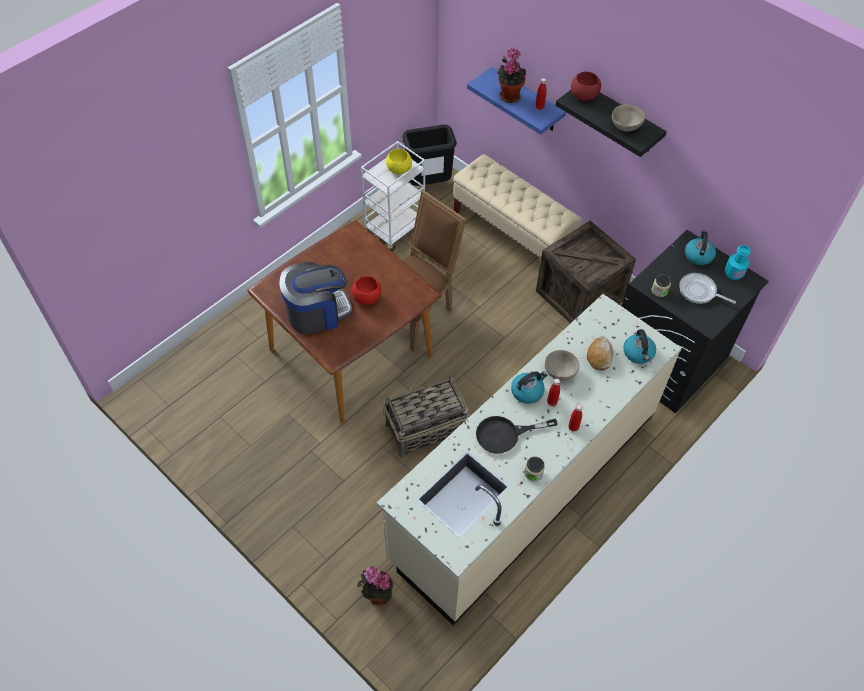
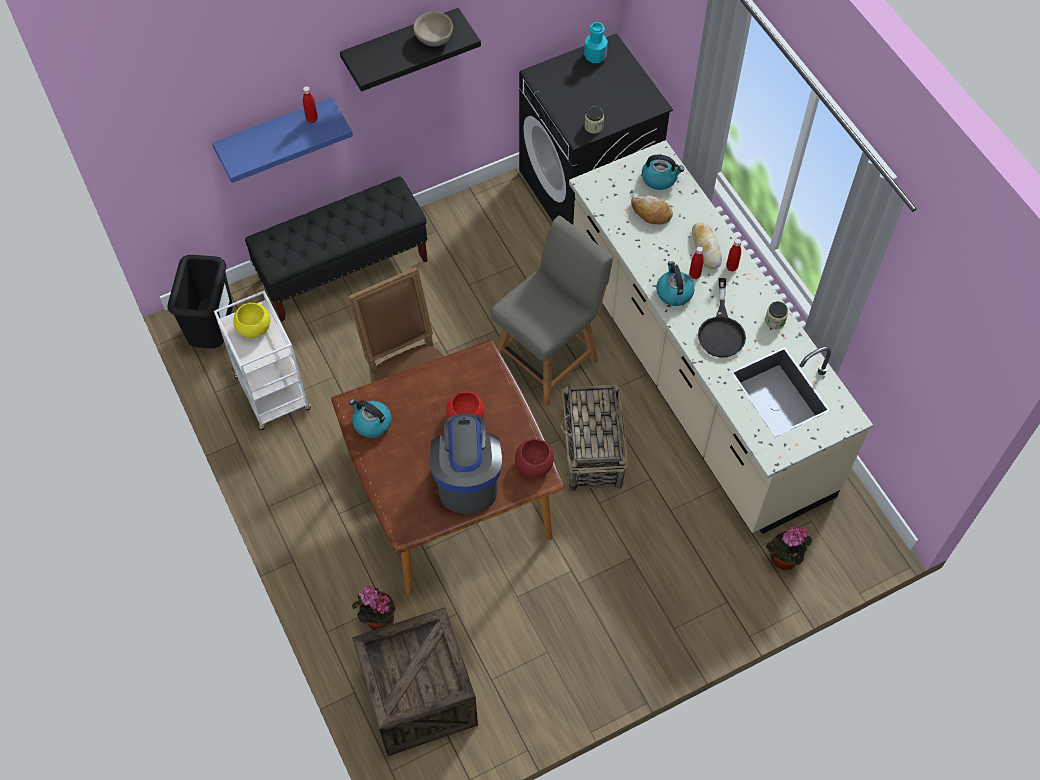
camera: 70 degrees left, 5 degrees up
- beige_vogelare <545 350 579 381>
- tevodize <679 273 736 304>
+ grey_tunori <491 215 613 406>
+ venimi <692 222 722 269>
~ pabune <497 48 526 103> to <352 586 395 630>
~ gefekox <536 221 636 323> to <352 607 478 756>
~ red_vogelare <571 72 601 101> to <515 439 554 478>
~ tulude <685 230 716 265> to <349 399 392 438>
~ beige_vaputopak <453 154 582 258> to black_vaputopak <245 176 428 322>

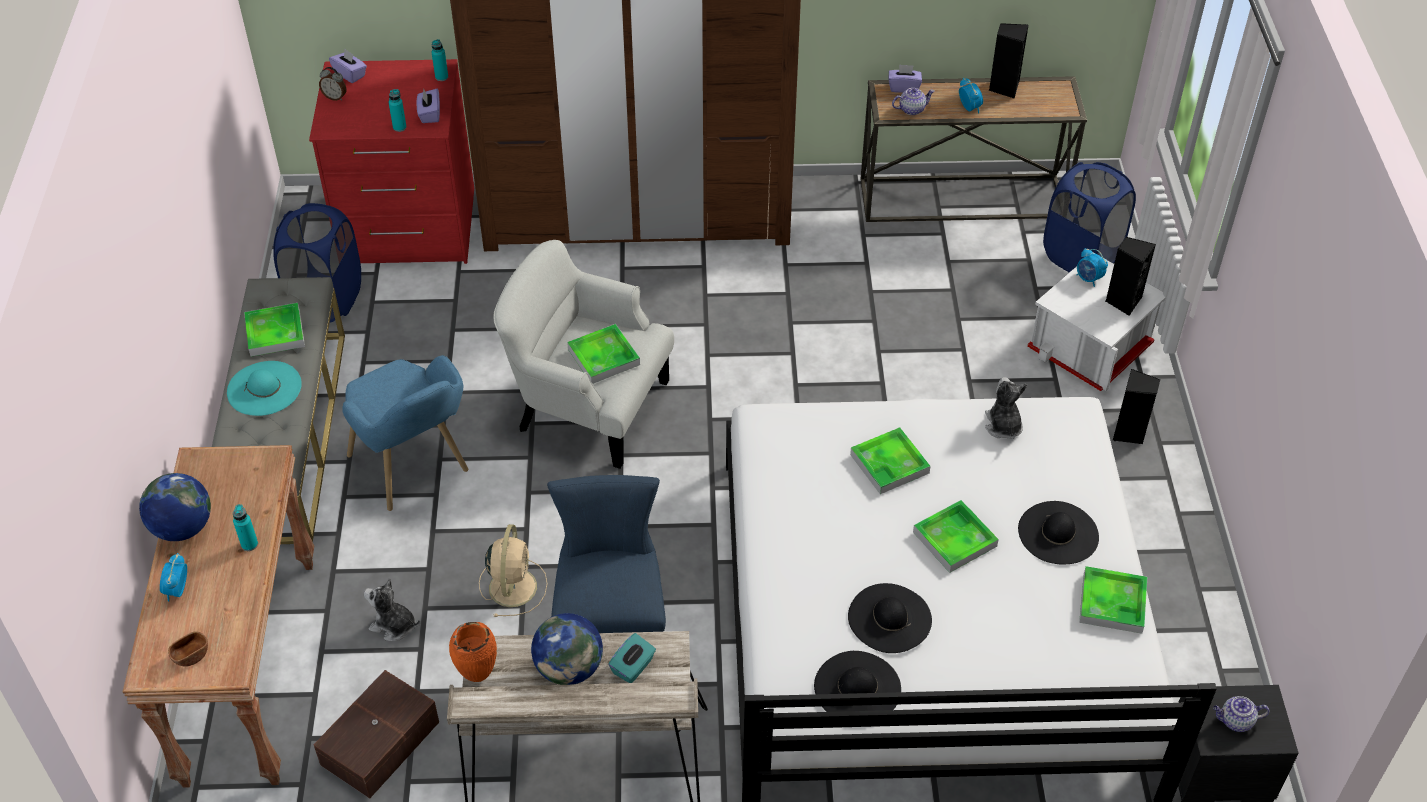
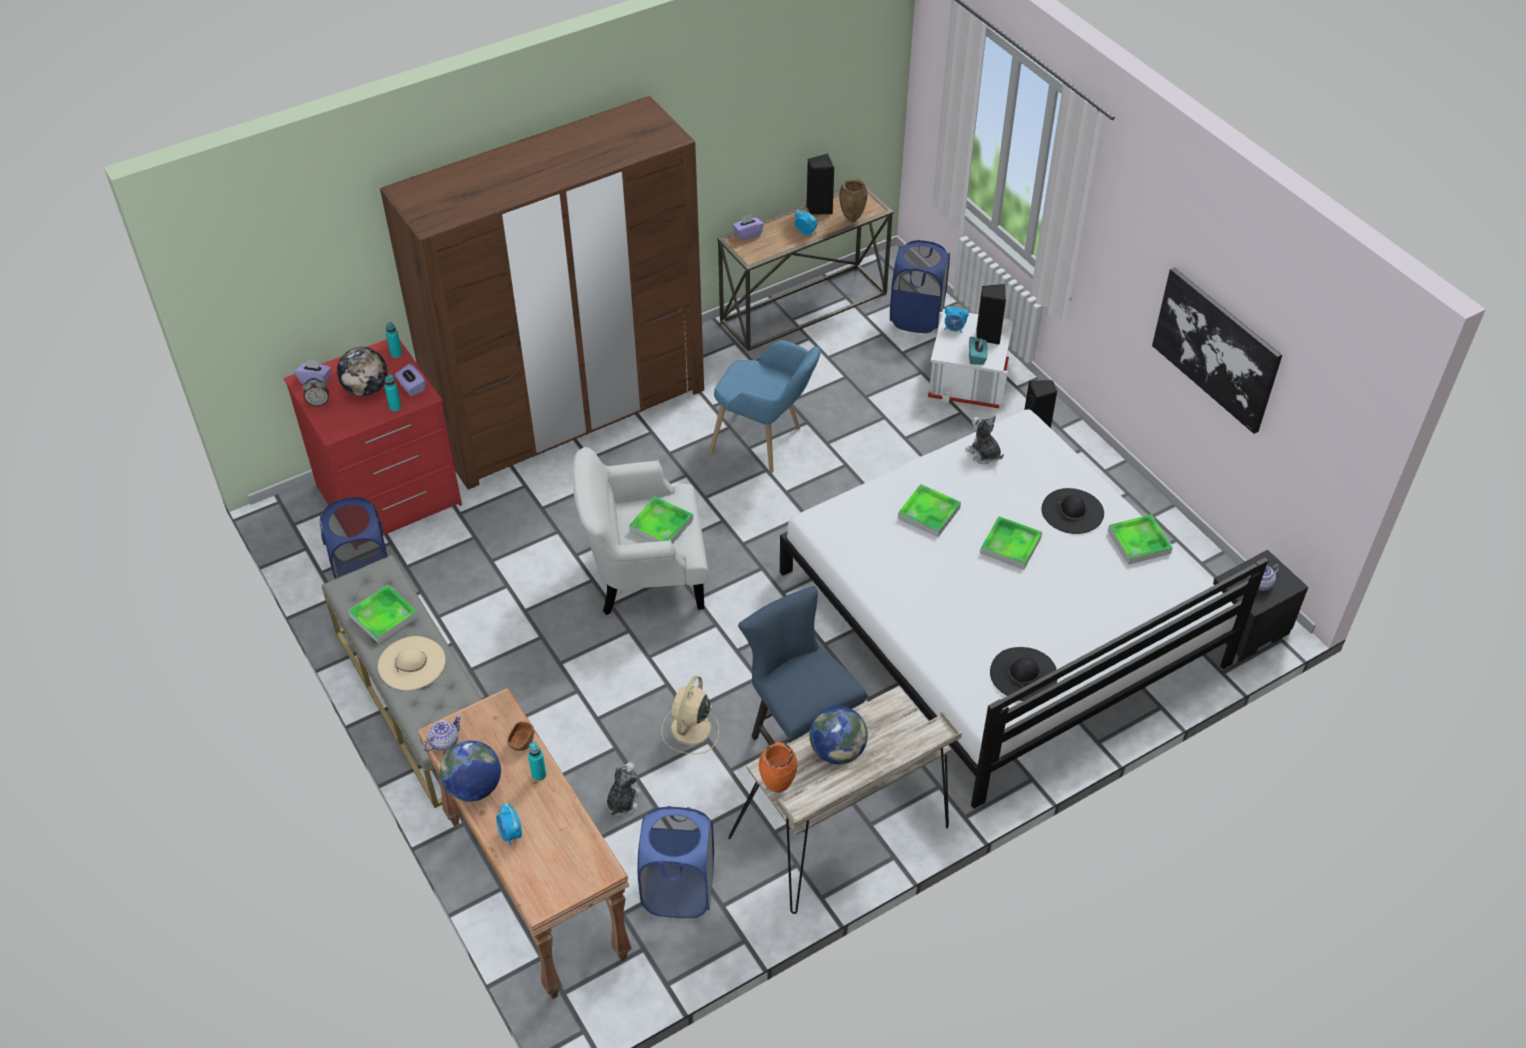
camera: 30 degrees left, 0 degrees up
- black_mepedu <848 583 932 653>
+ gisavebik <337 347 387 396>
+ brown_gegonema <839 179 867 222>
+ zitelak <1152 267 1282 434>
~ brown_vogelare <168 631 208 667> to <507 721 534 751>
~ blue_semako <342 355 468 511> to <709 340 821 473>
~ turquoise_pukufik <608 633 656 683> to <969 337 988 365>
~ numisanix <892 88 935 115> to <423 715 462 751>
~ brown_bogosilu <314 670 439 799> to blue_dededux <637 806 714 918>
~ turquoise_mepedu <227 361 302 416> to beige_mepedu <378 636 445 690>
~ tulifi <364 578 420 641> = <606 762 641 816> 120 degrees clockwise
~ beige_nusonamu <479 524 547 617> = <661 676 719 754> 135 degrees counterclockwise

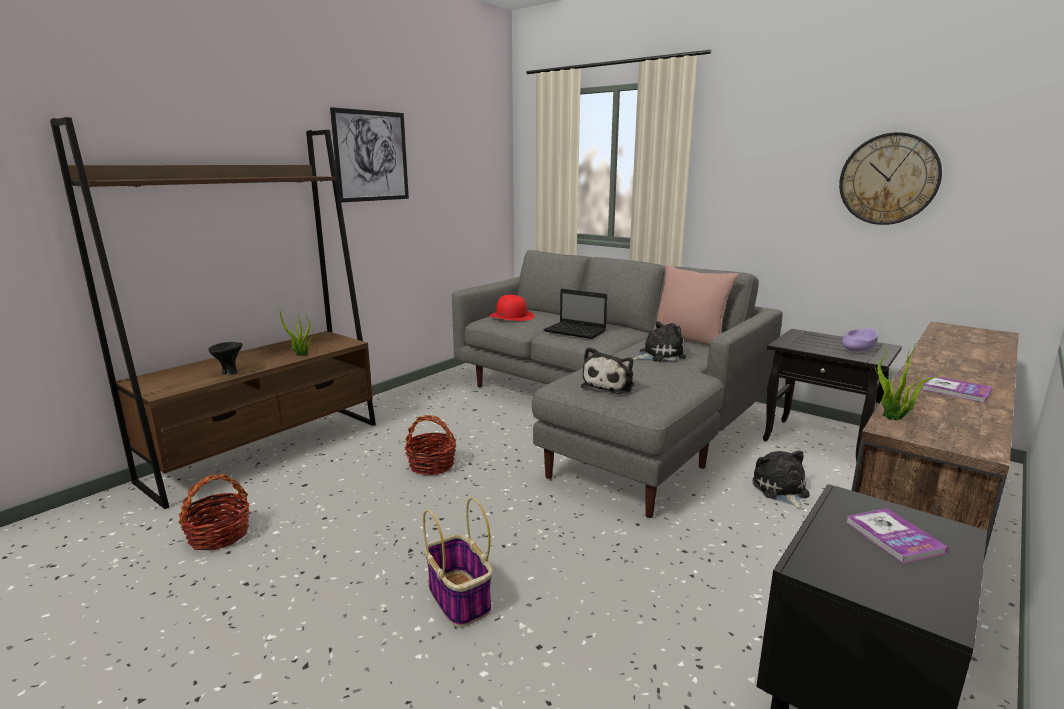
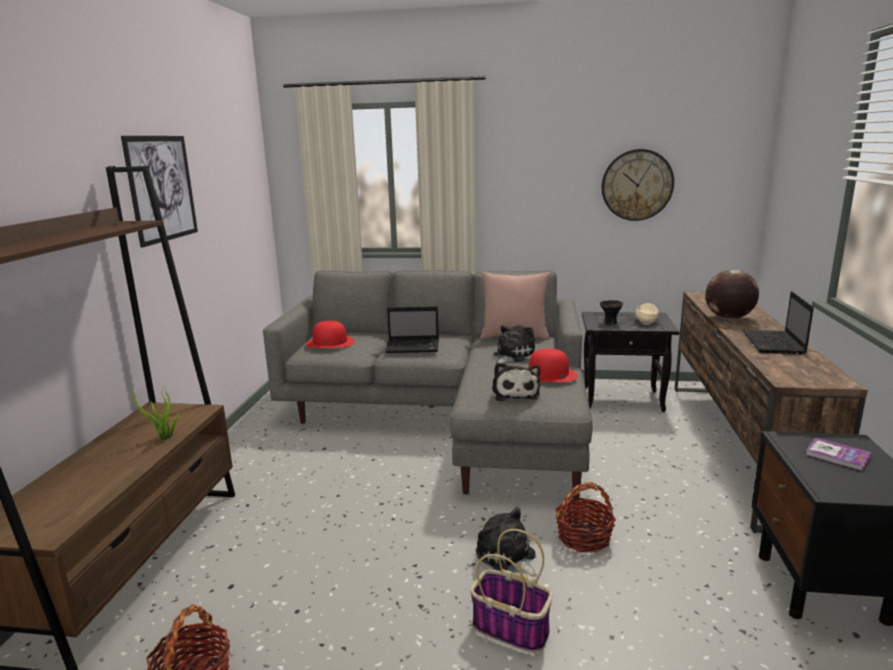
camera: 30 degrees left, 0 degrees up
- pabune <874 341 945 420>
+ red_mepedu <527 348 578 382>
+ gisavebik <705 270 759 319>
~ black_vogelare <208 342 242 375> to <600 300 623 325>
~ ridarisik <404 415 457 475> to <555 482 616 553>
~ tulifi <752 451 809 510> to <476 507 538 577>
~ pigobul <921 375 992 403> to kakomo <742 291 814 354>
~ purple_vogelare <842 328 878 353> to beige_vogelare <635 303 659 325>

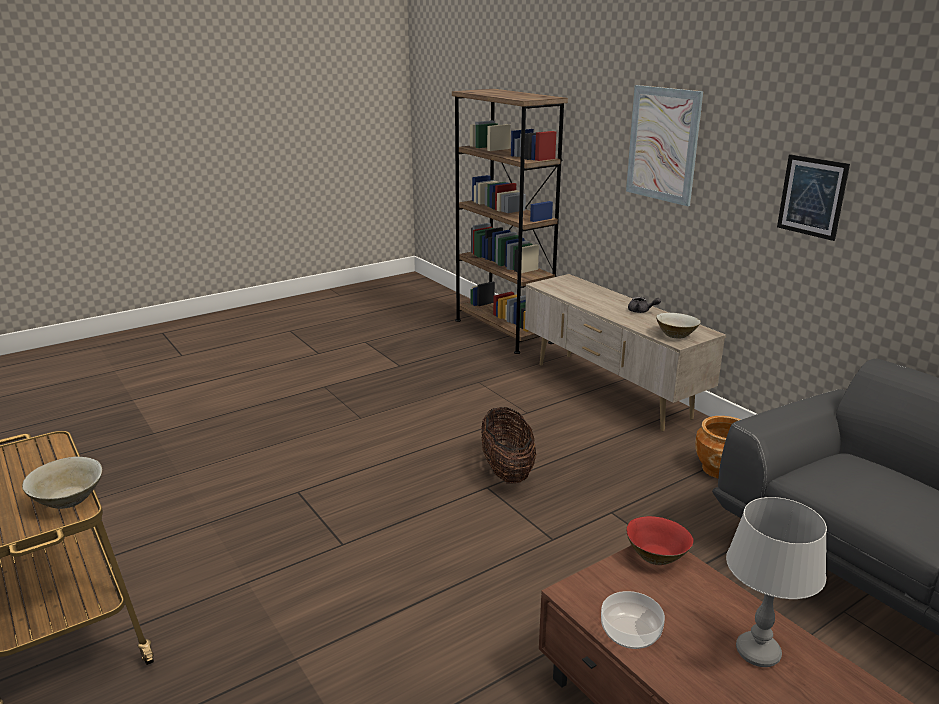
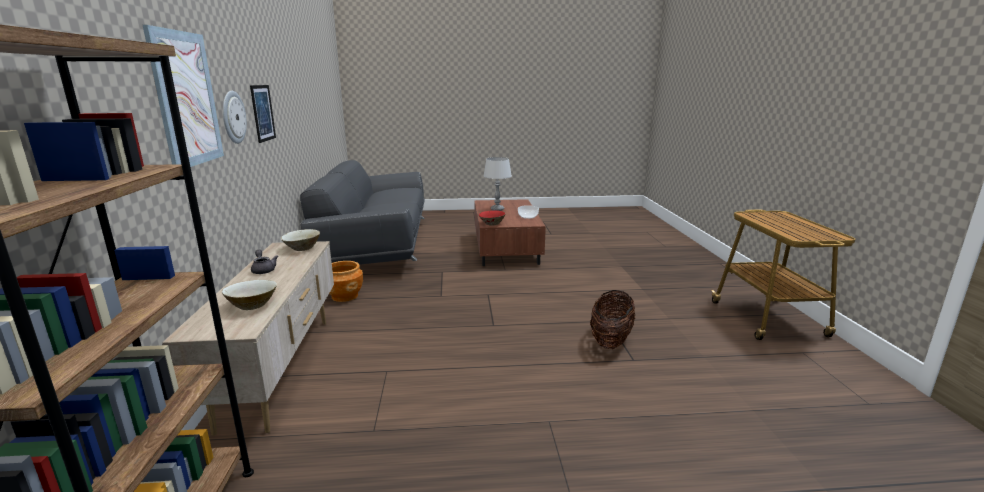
camera: 150 degrees left, 5 degrees down
+ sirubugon <223 91 247 144>
~ beige_vogelare <22 456 103 509> to <222 280 277 310>
~ ridarisik <481 407 536 484> to <590 290 635 349>

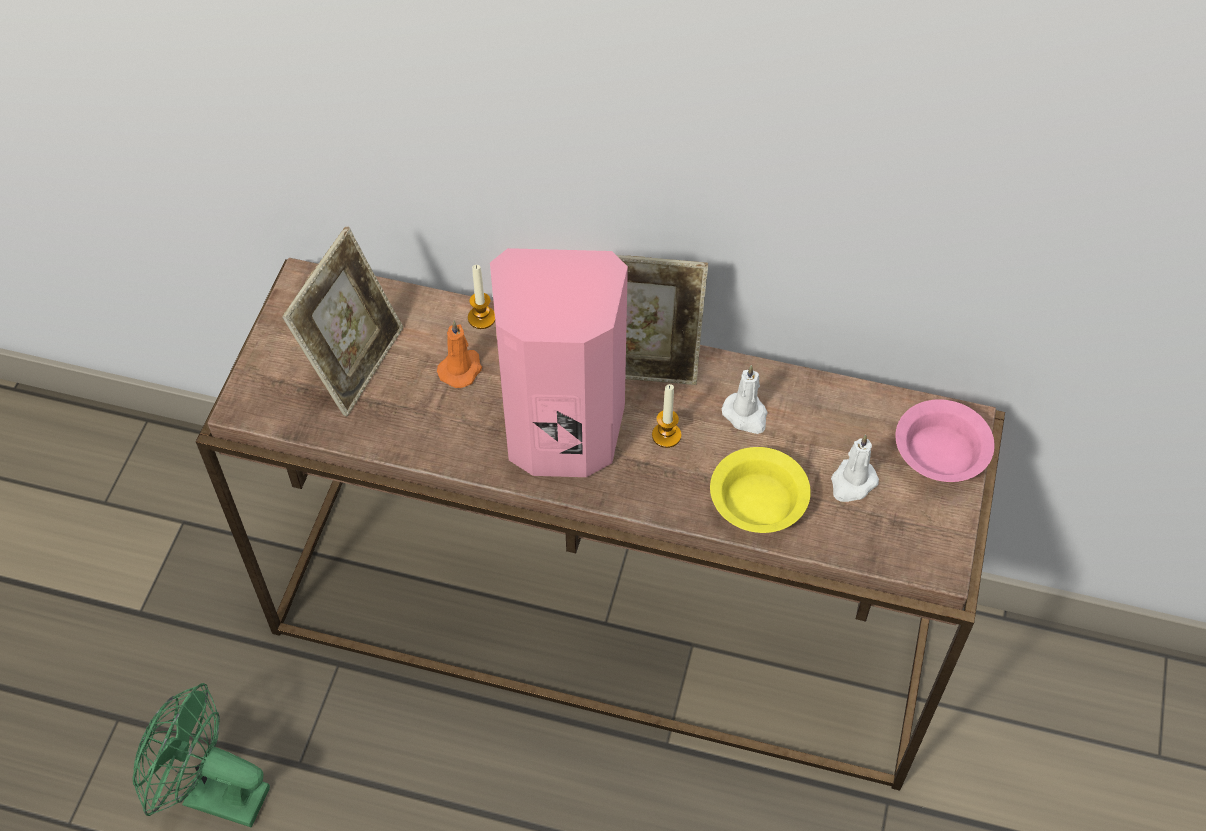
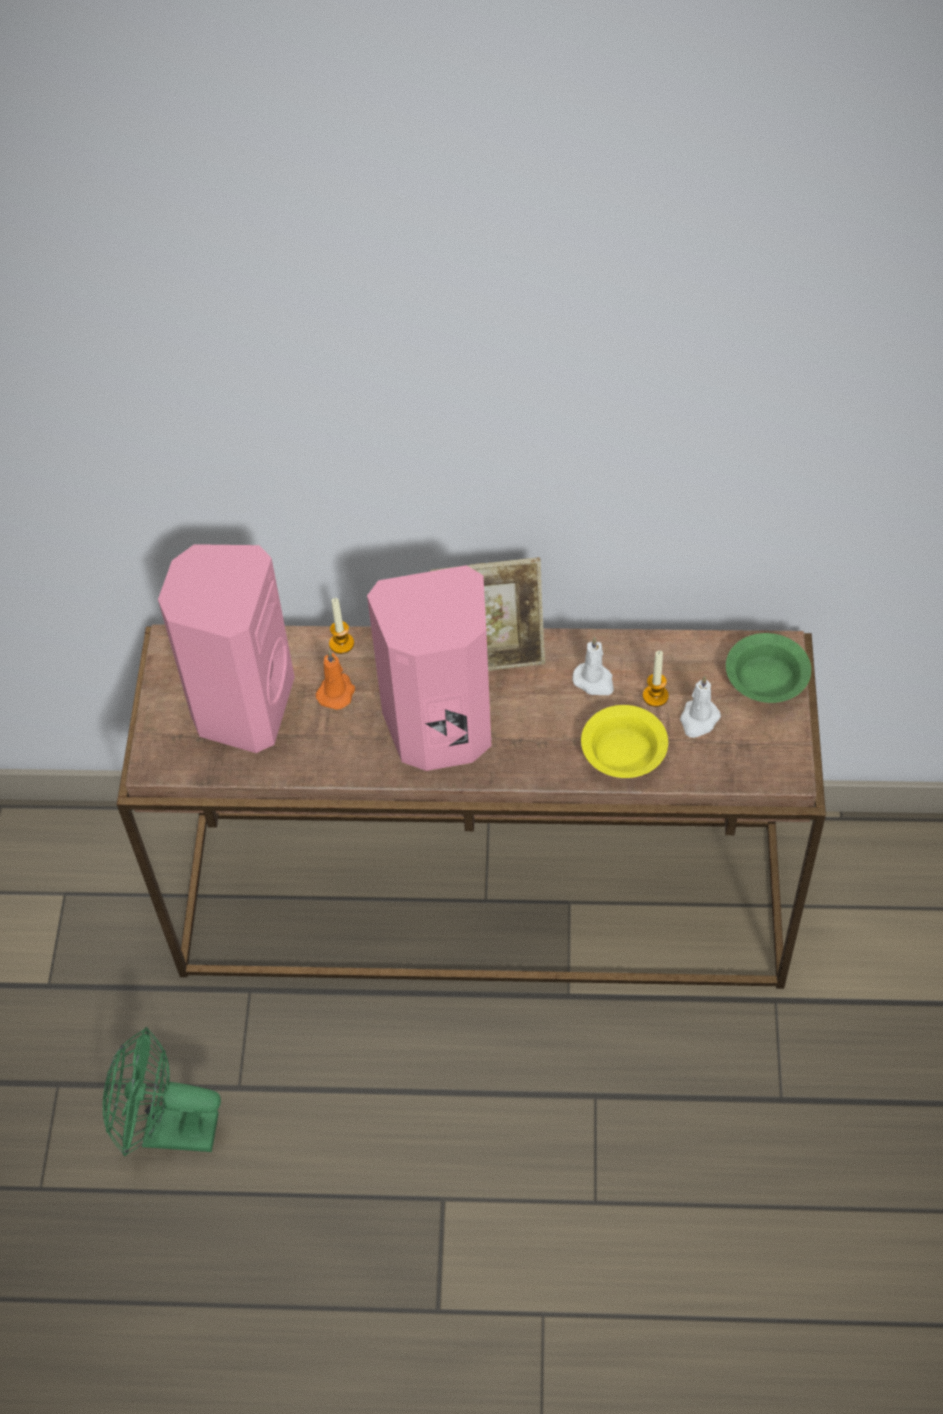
camera: 10 degrees left, 0 degrees up
~ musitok <652 384 681 448> to <643 651 669 707>
~ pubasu <282 227 403 416> to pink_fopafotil <158 544 295 753>
~ pink_vogelare <895 399 995 482> to green_vogelare <726 633 811 703>

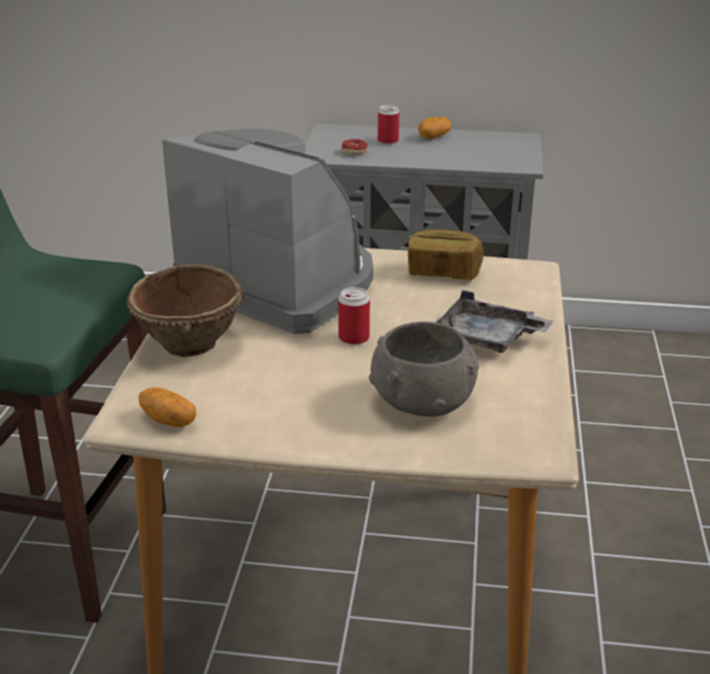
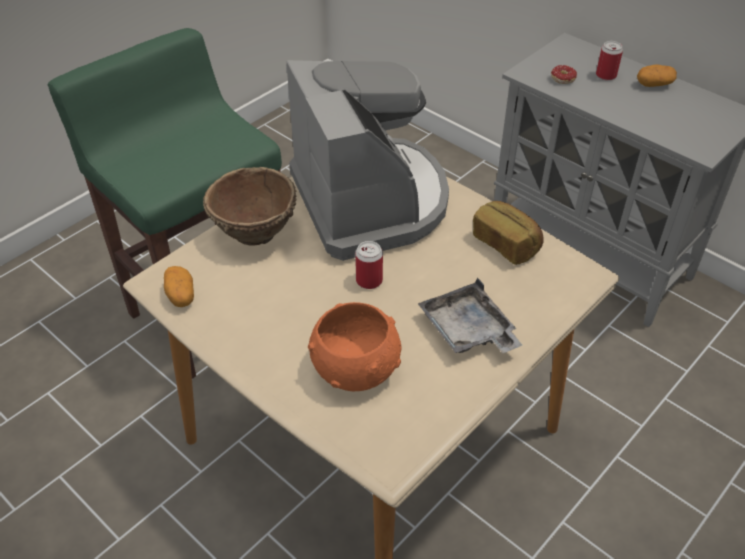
camera: 35 degrees right, 15 degrees up
~ grey_vogelare <369 321 479 417> to orange_vogelare <308 302 402 391>

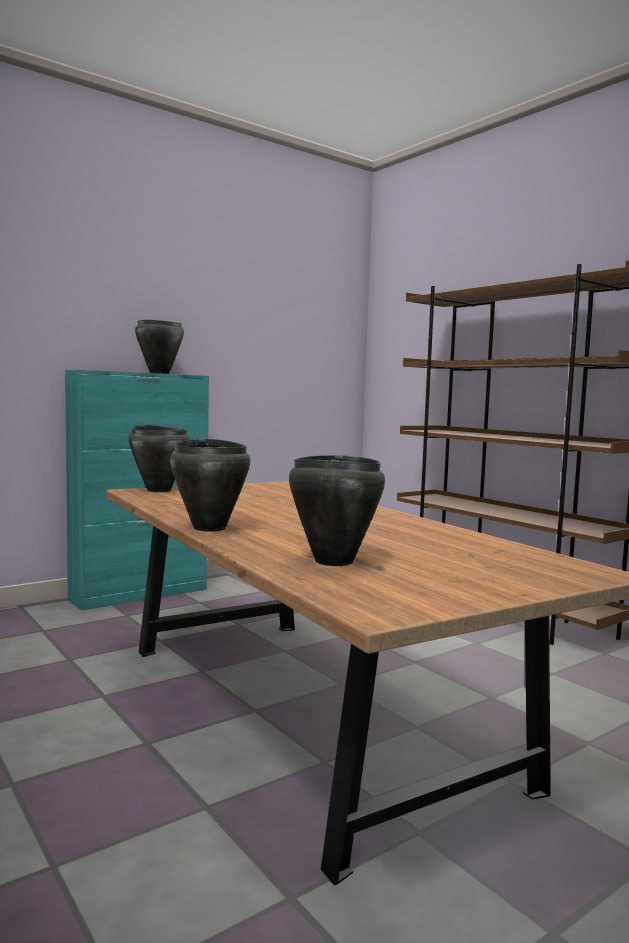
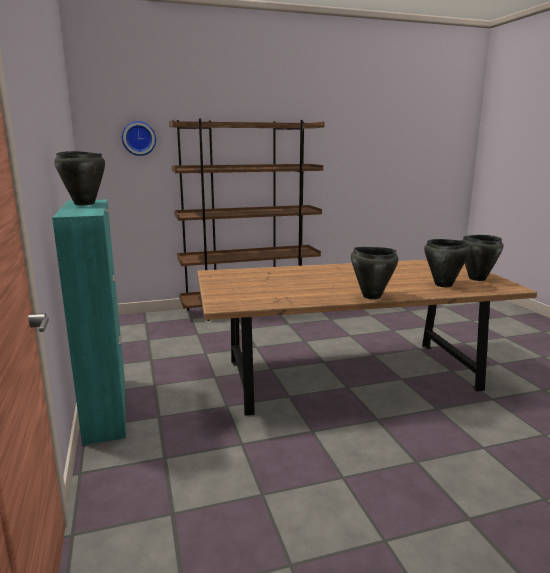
camera: 70 degrees left, 10 degrees up
+ sirubugon <122 121 156 156>
~ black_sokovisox <129 425 189 492> to <462 235 503 281>

